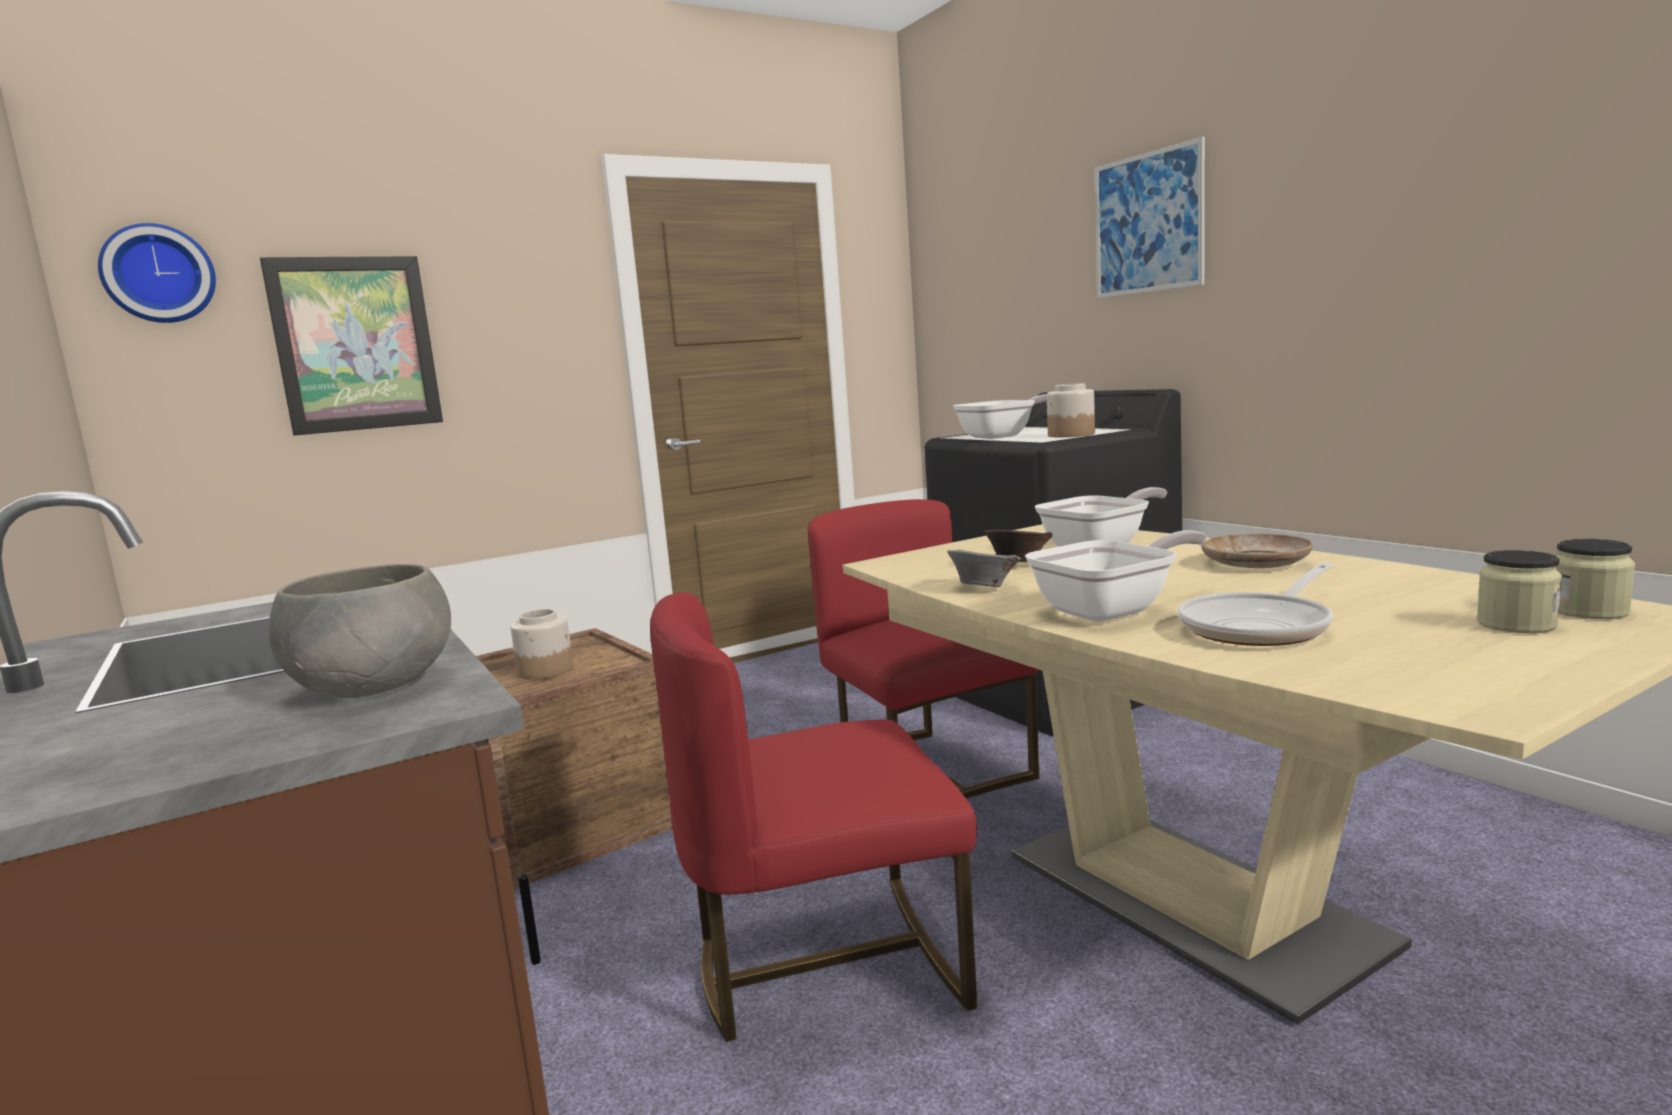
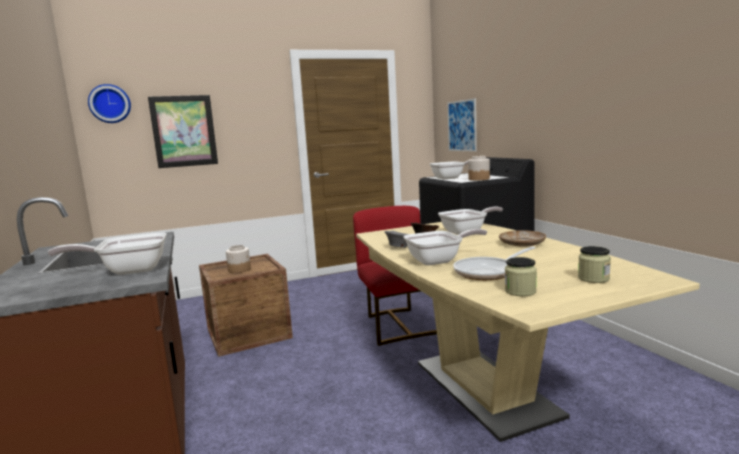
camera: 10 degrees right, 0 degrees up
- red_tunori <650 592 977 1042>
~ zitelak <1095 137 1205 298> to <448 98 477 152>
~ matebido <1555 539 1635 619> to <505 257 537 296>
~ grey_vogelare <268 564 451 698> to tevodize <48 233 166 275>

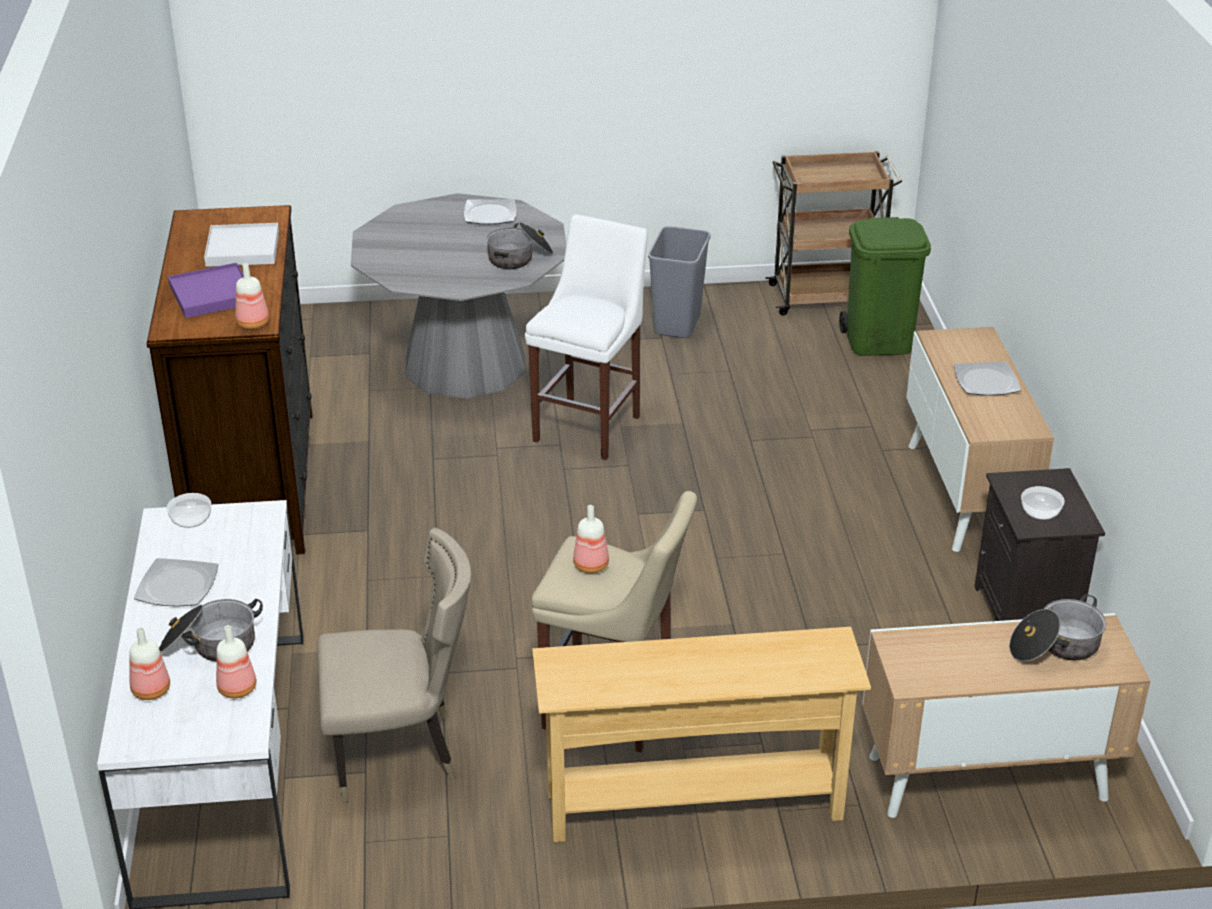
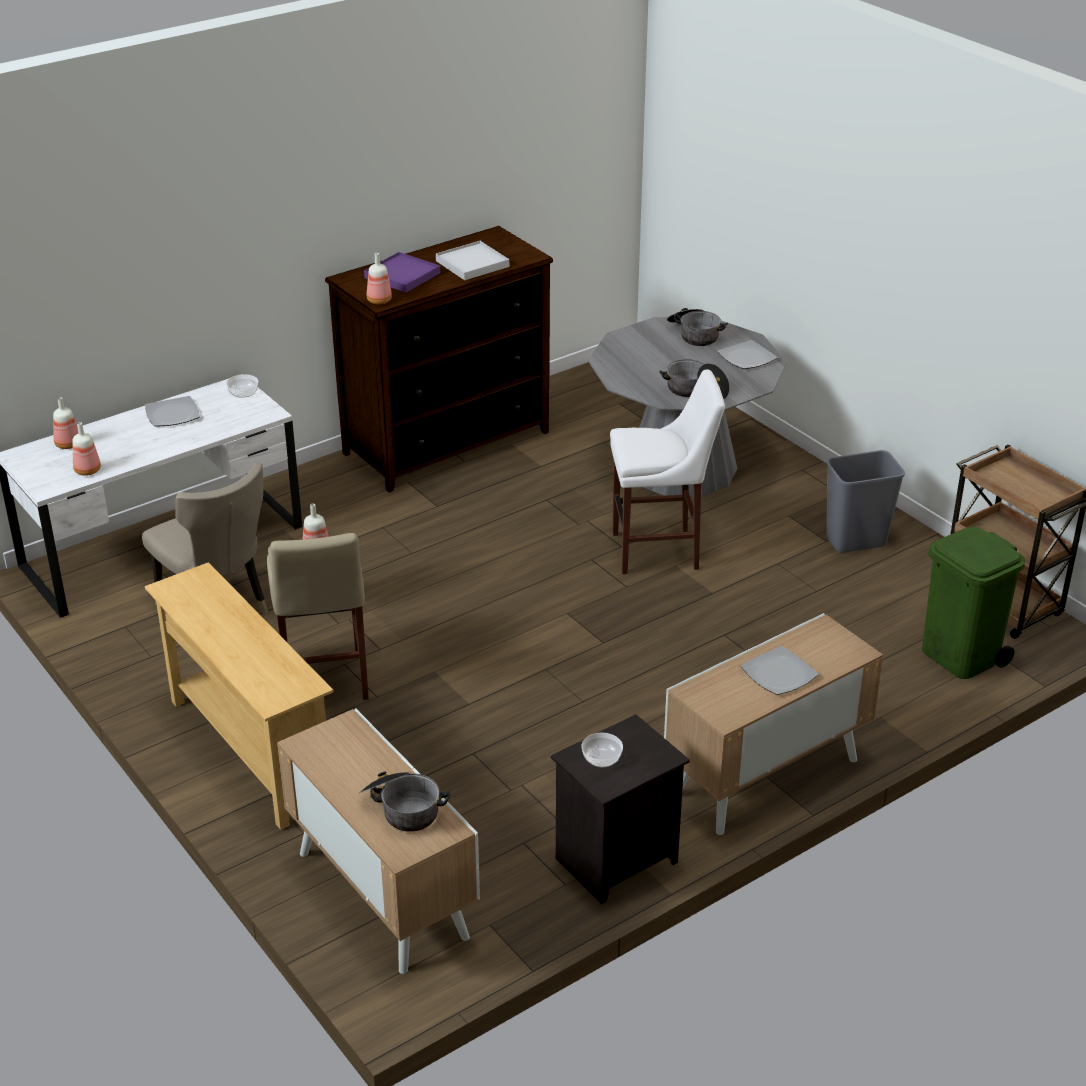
camera: 60 degrees right, 0 degrees up
~ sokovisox <159 599 263 662> to <667 308 728 346>

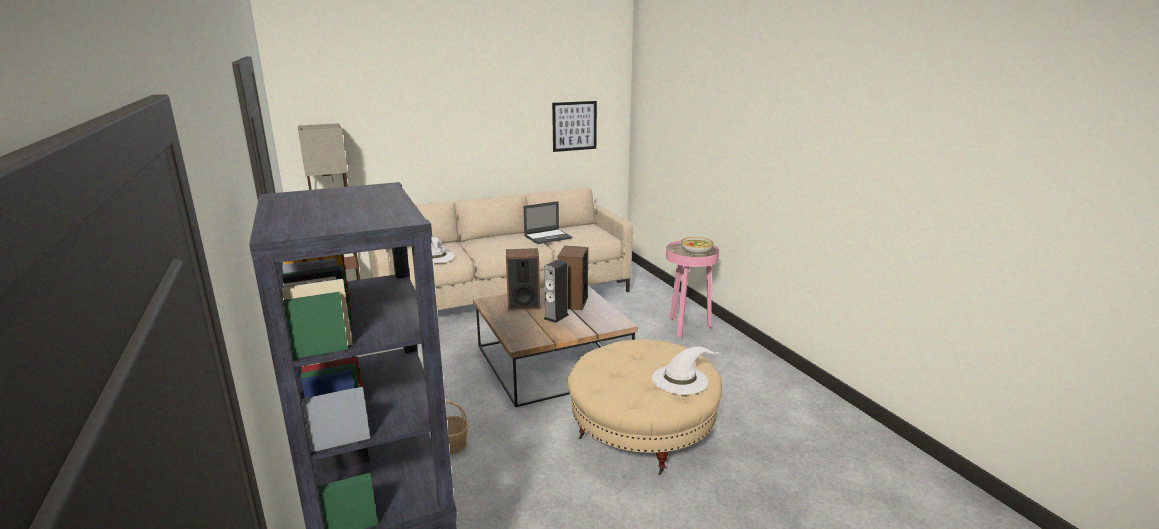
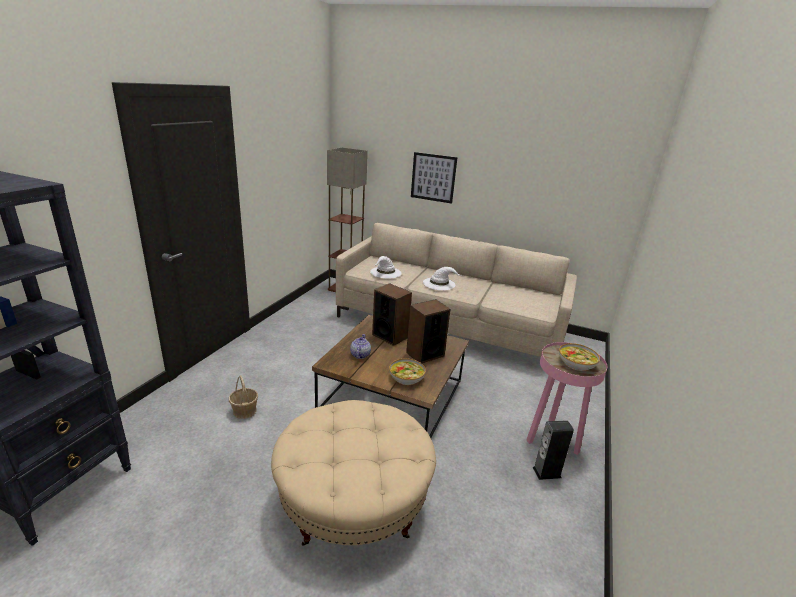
camera: 45 degrees right, 5 degrees up
- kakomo <524 201 572 244>
+ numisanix <350 334 371 359>
+ vogelare <389 358 426 385>
~ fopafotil <544 259 569 323> to <532 420 574 480>
~ zitelak <552 101 597 152> to <411 152 458 204>
~ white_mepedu <652 347 719 395> to <423 267 461 290>

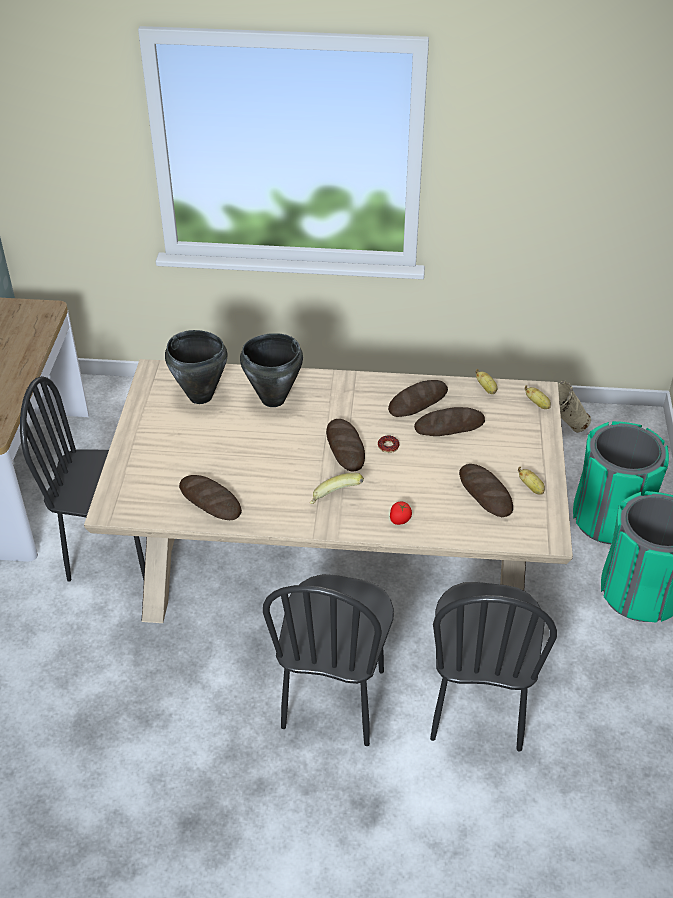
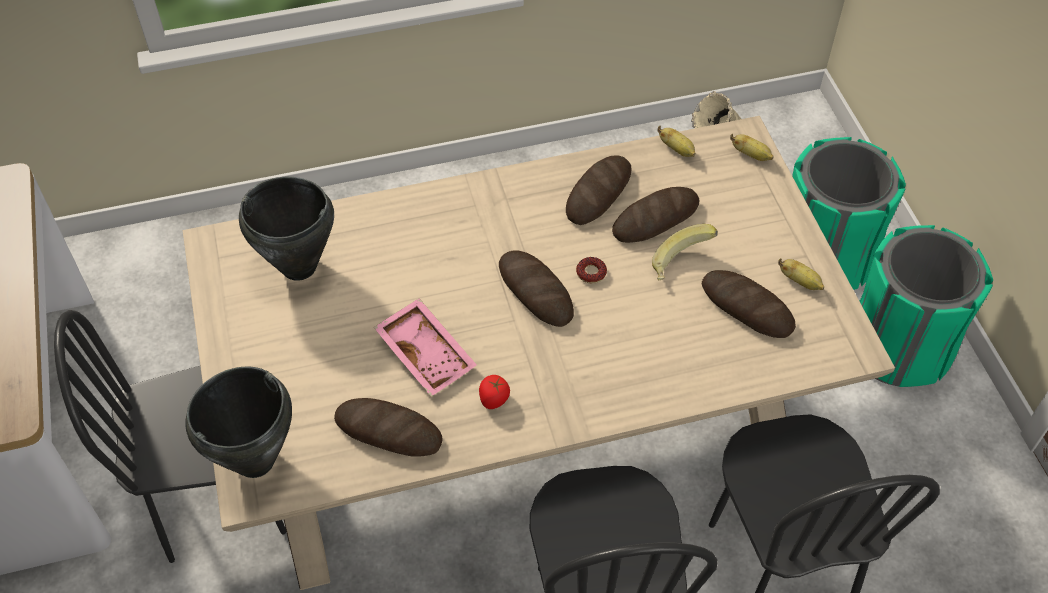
camera: 20 degrees left, 10 degrees up
+ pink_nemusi <374 298 477 397>
~ black_sokovisox <240 333 303 407> to <185 366 292 478>
~ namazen <310 473 364 504> to <652 224 718 281>
~ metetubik <390 502 412 525> to <479 375 510 409>

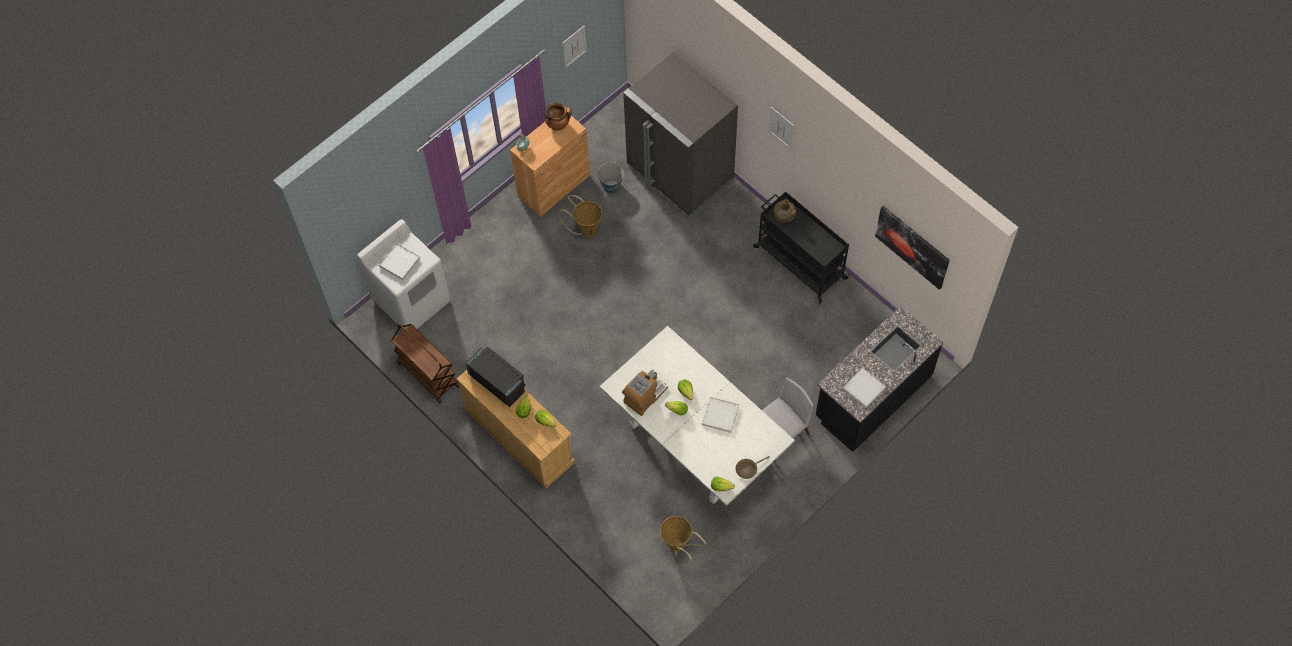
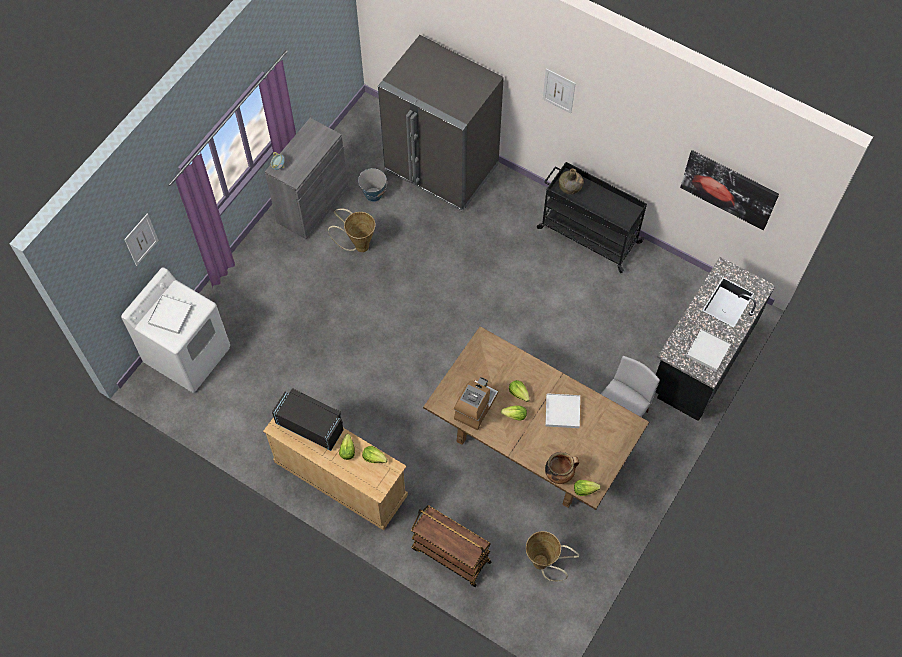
camera: 15 degrees left, 0 degrees up
- brown_tevodize <736 456 770 479>
~ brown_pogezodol <391 323 460 403> to <411 505 491 587>
~ sokovisox <545 102 572 130> to <545 452 579 484>
~ zitelak <563 25 587 68> to <124 214 159 266>
~ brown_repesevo <510 116 590 217> to grey_repesevo <265 118 348 240>
~ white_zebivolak <600 326 795 506> to brown_zebivolak <423 326 649 510>

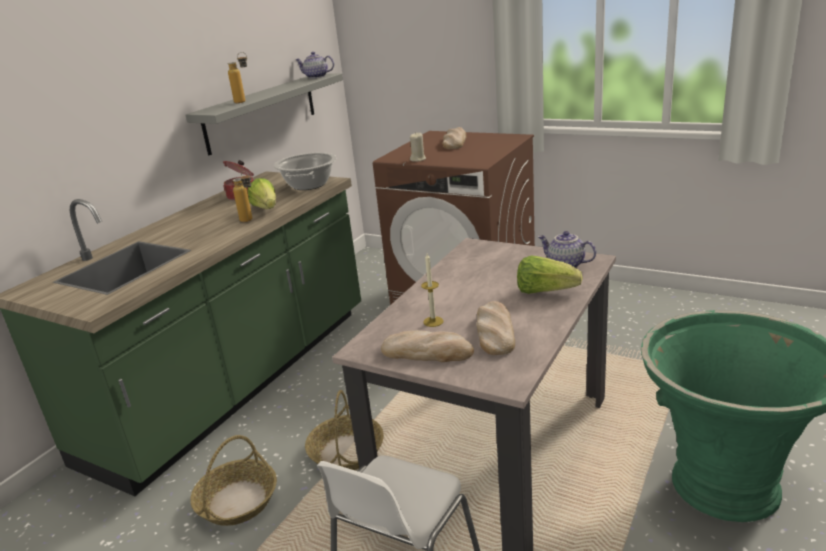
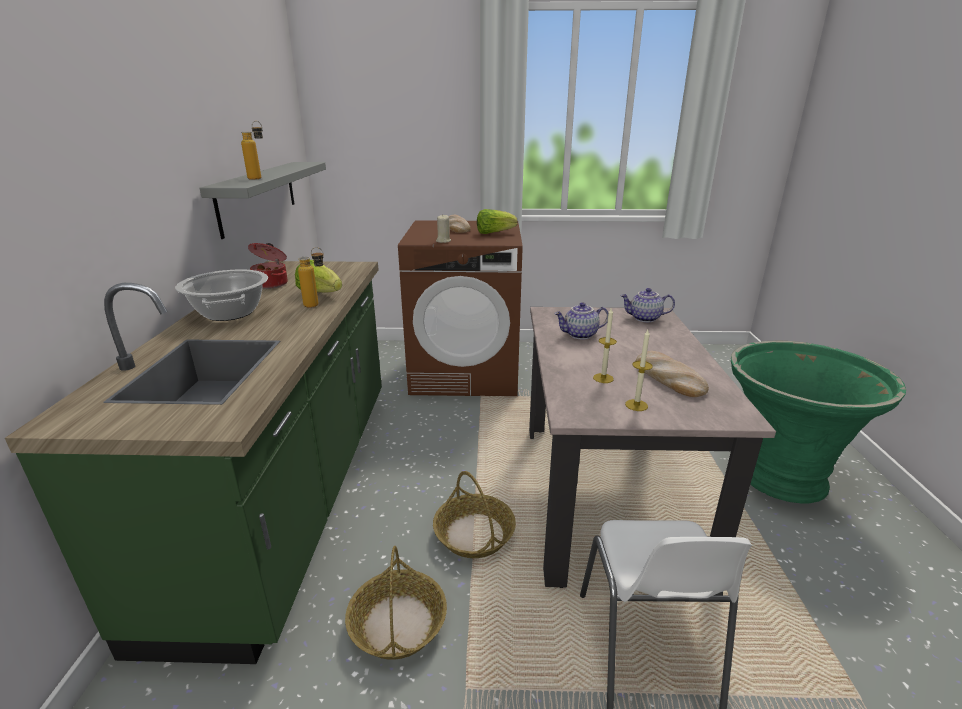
camera: 30 degrees left, 0 degrees up
~ sokovisox <274 152 336 190> to <175 269 268 321>
~ numisanix <296 52 334 79> to <554 302 608 339>
~ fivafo <517 256 583 294> to <477 209 517 234>
~ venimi <381 330 474 362> to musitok <625 330 653 411>

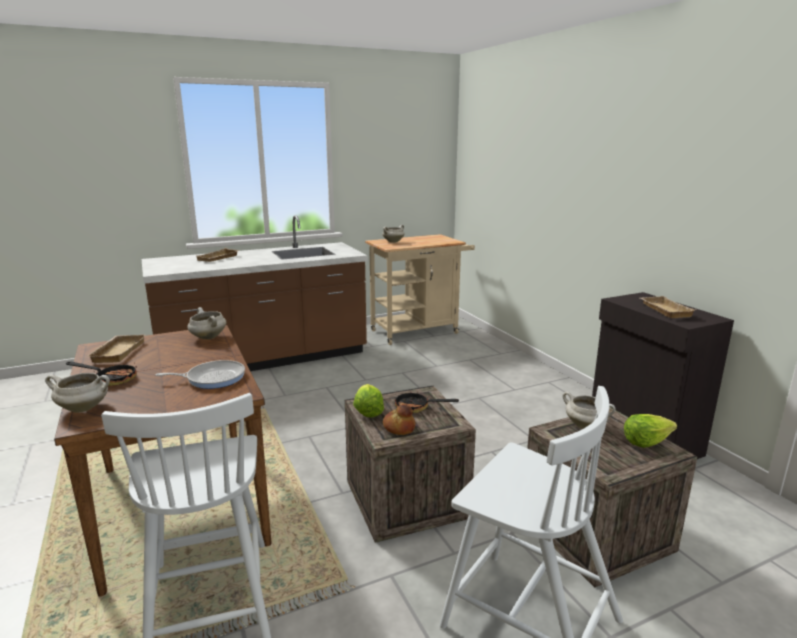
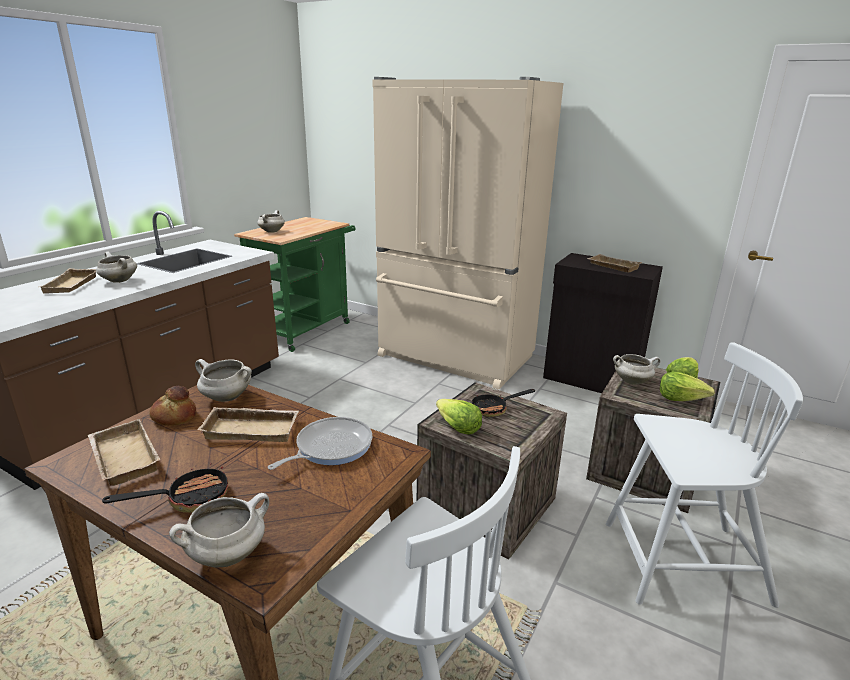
camera: 35 degrees left, 5 degrees up
+ white_sokovisox <96 251 137 283>
+ beige_nemusi <197 407 299 442>
+ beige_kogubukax <372 77 563 390>
+ fivafo <660 371 715 401>
~ venimi <383 405 415 435> to <149 386 196 426>
~ beige_pogezodol <365 234 475 345> to green_pogezodol <234 217 356 352>

